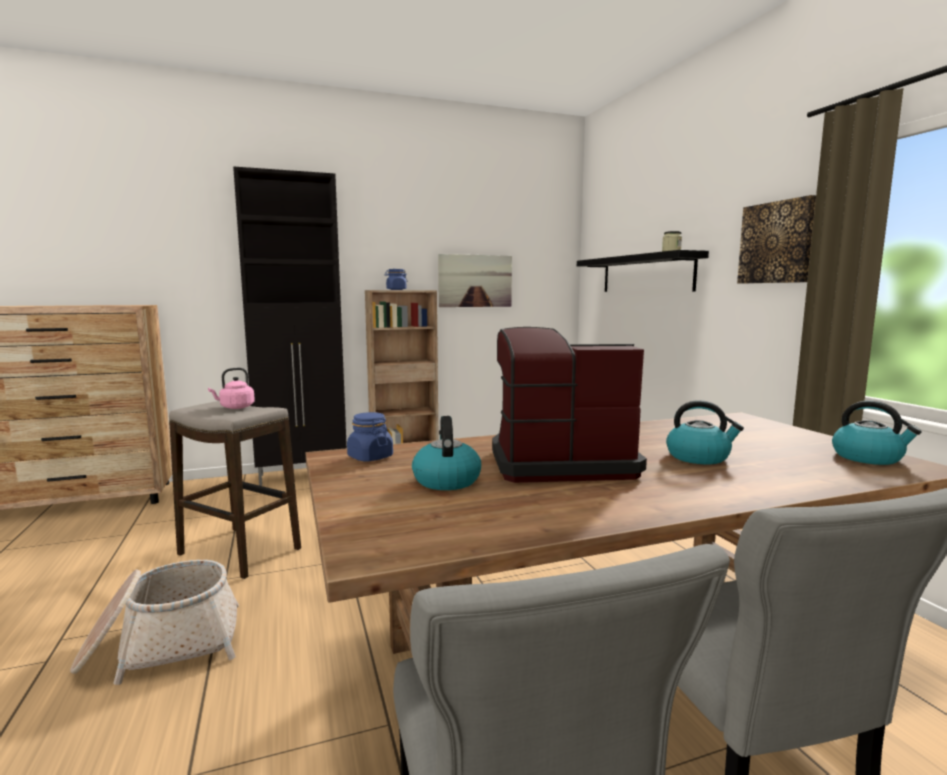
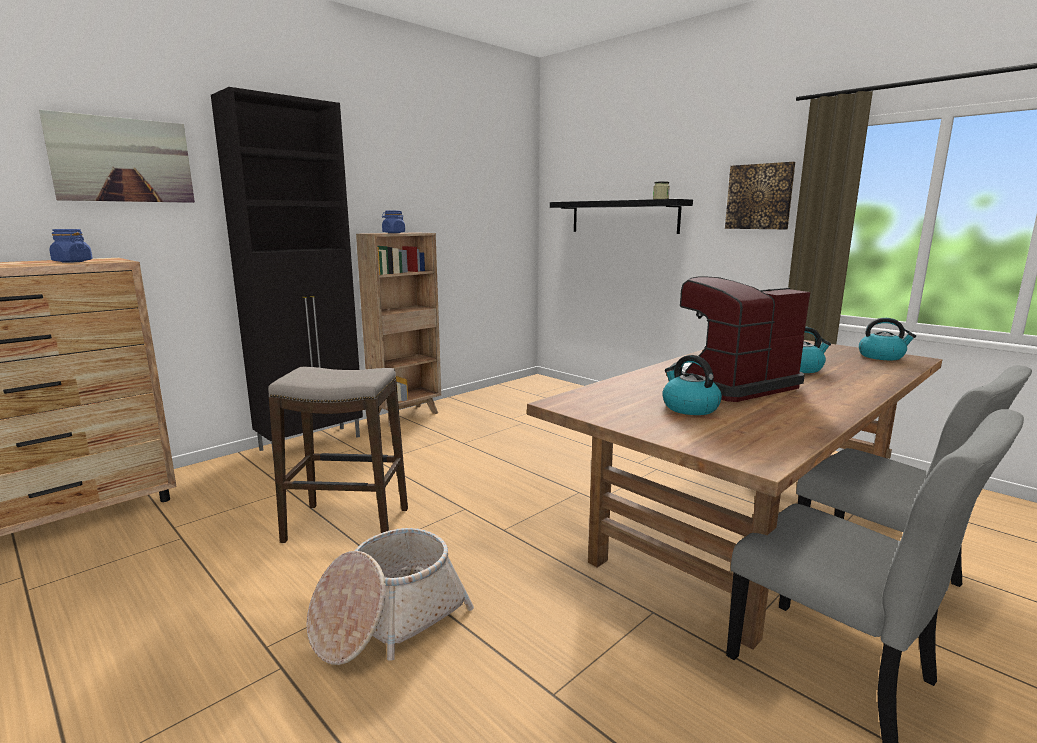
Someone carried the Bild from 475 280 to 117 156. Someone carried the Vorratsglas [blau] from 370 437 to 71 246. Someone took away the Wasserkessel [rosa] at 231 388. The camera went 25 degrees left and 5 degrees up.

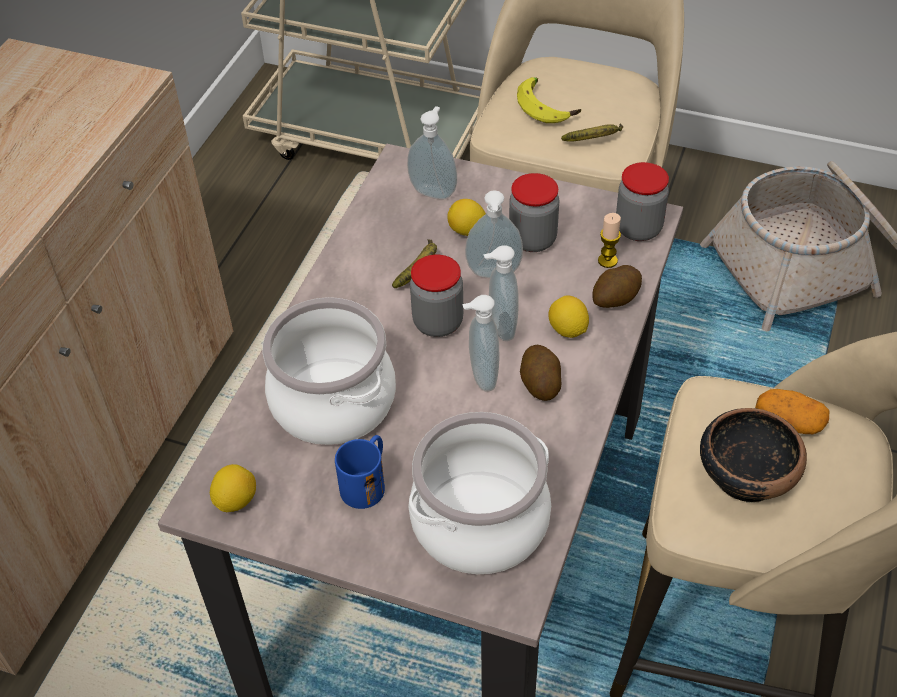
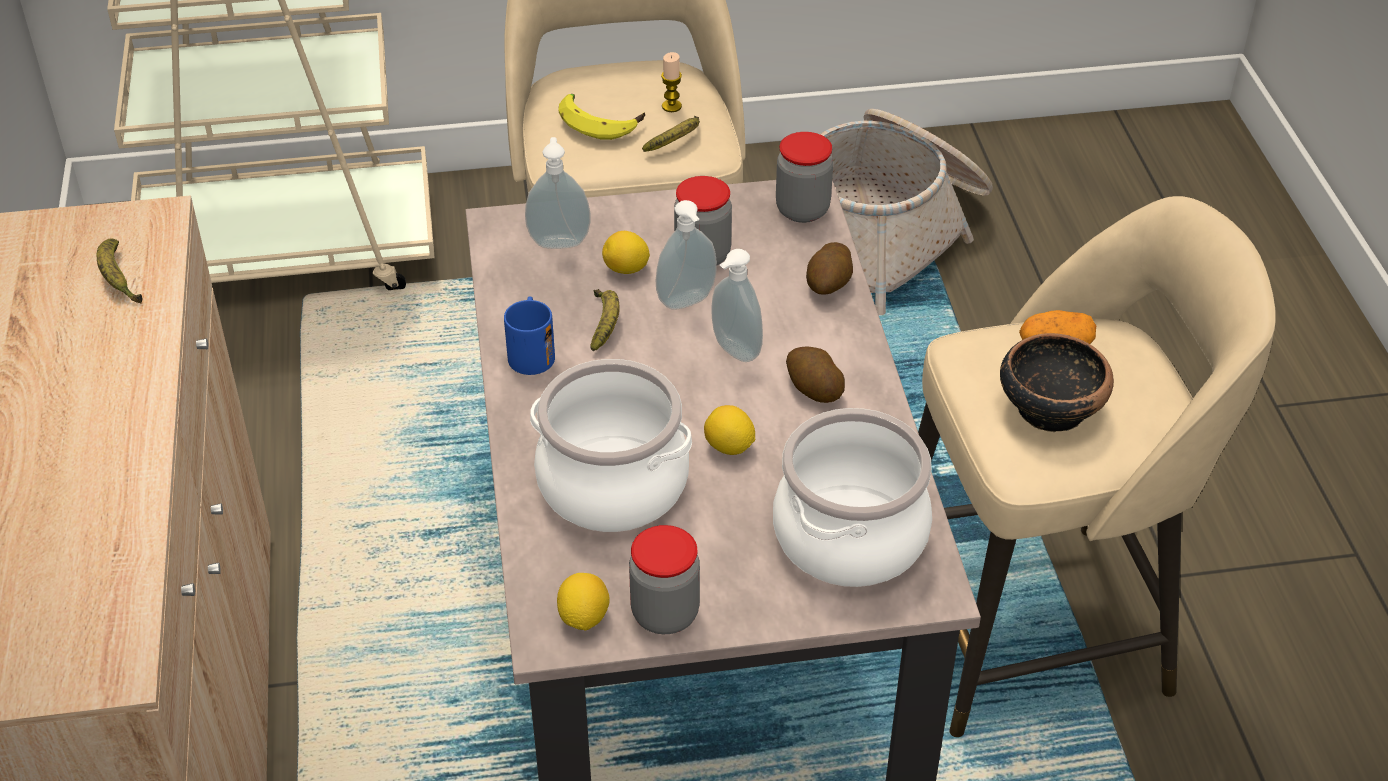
Someone put down the Banane at 120 271. Someone carried the Henkelbecher [blau] from 360 472 to 529 336. Someone carried the Vorratsglas from 437 296 to 664 579. Someone carried the Kerze from 609 240 to 671 82. Someone carried the Zitrone from 568 317 to 729 430. Someone took away the Seifenspender at 480 343. The camera went 30 degrees left and 5 degrees down.

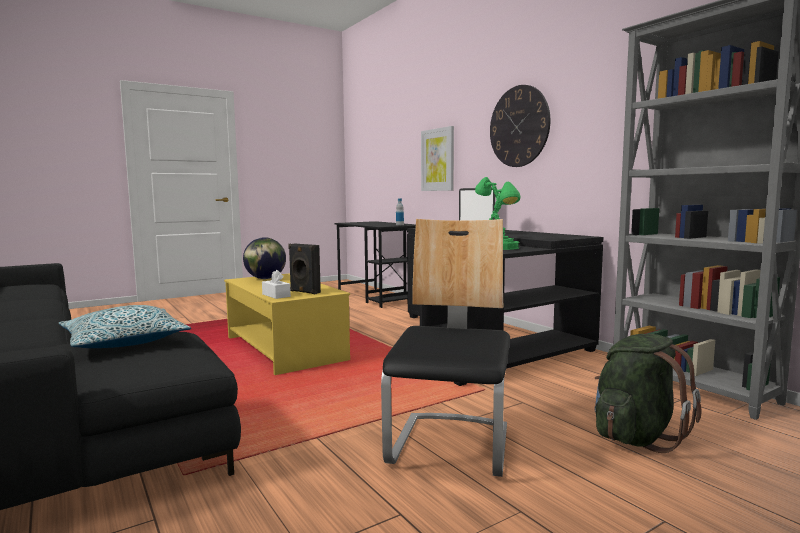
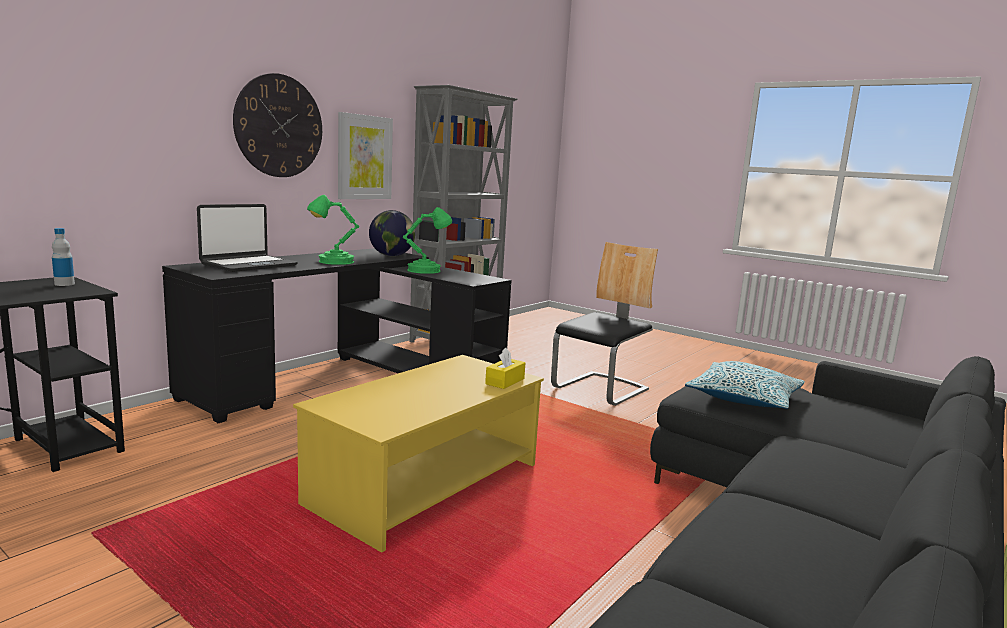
Someone carried the Bild from 437 158 to 365 155. Someone carried the Globus from 264 258 to 392 233. Someone repainted the Taschentuchbox [weiß] at 276 284, which became the Taschentuchbox [gelb] at 505 368. Someone rotated the Stuhl at 445 348 by 135 degrees clockwise. Someone took away the Lautsprecher [schwarz] at 304 269. Someone took away the Rucksack [grün] at 648 393. The camera went 110 degrees left and 5 degrees up.

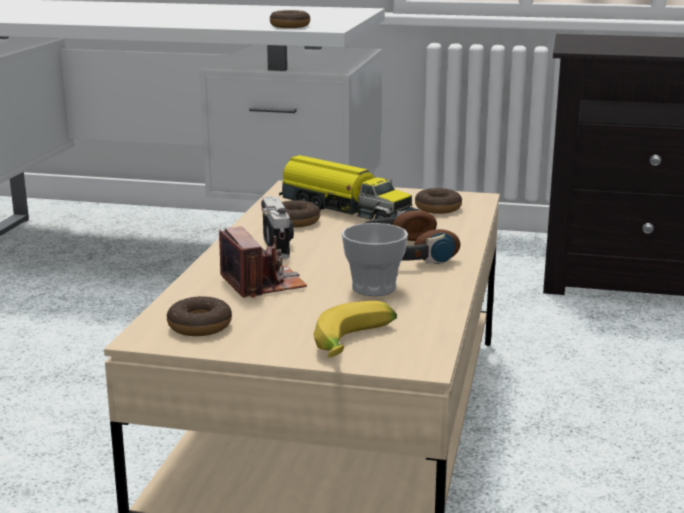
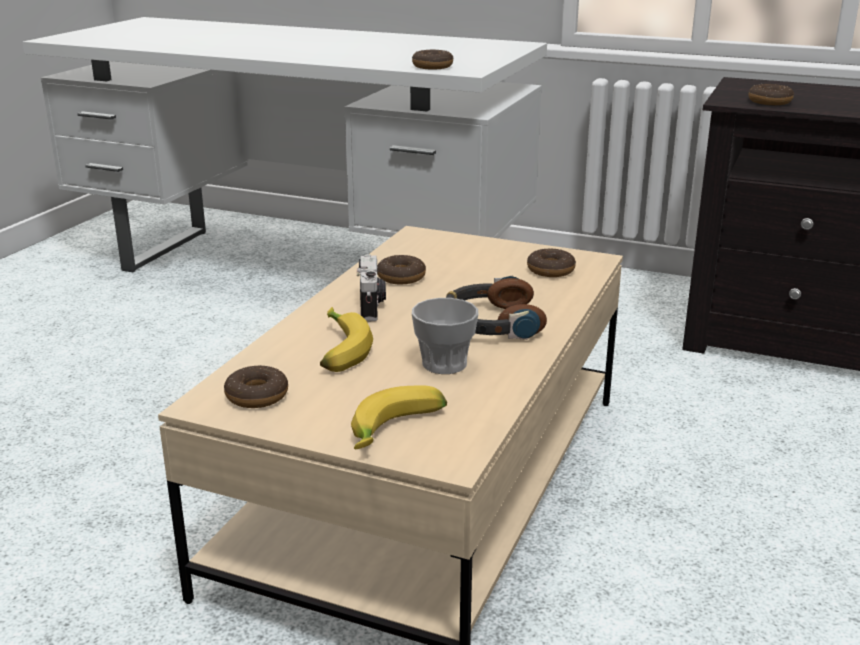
Someone swapped the Kamera at 263 262 for the Banane at 346 339. Someone put down the Donut at 771 94. Someone took away the Spielzeuglaster at 346 187. The camera went 10 degrees right and 5 degrees up.

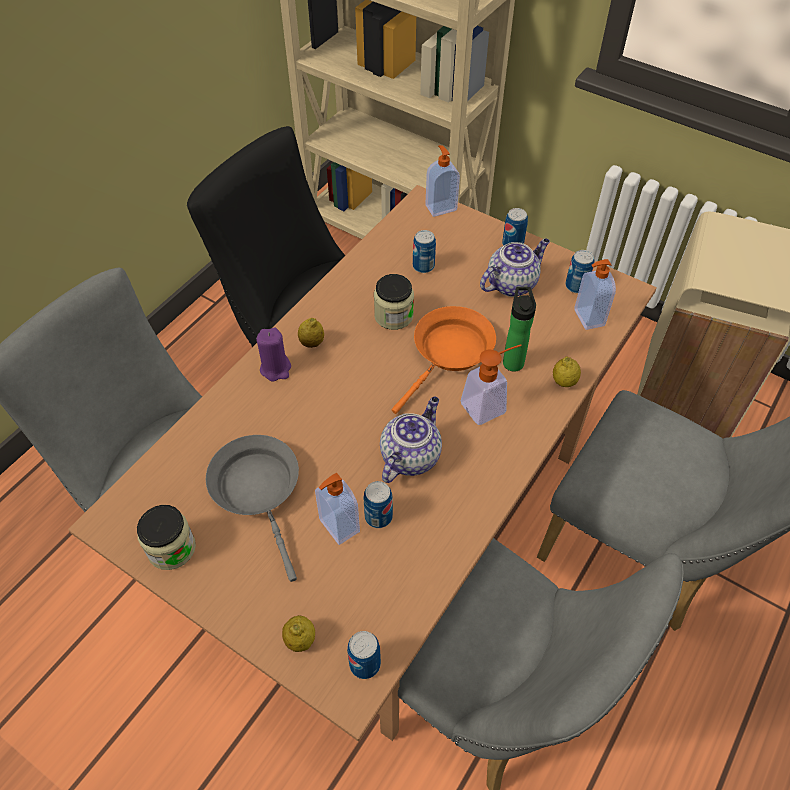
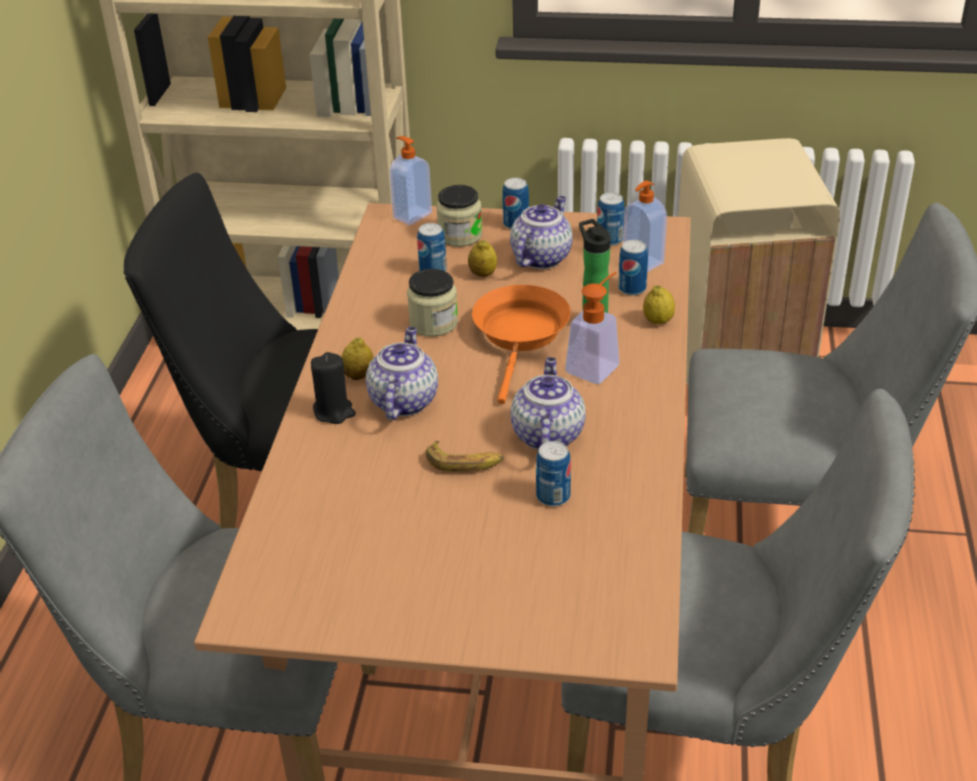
Someone repainted the Kerze [lila] at 274 354, which became the Kerze [schwarz] at 333 388. Someone put down the Teekanne at 402 373. Someone put down the Banane at 465 456. Someone carried the Vorratsglas from 166 537 to 459 216. Someone carried the Zitrone from 298 633 to 482 258. Someone carried the Dose from 364 655 to 633 268. Someone took away the Pfanne [grau] at 252 508. Someone took away the Seifenspender at 337 509. The camera went 25 degrees left and 15 degrees down.

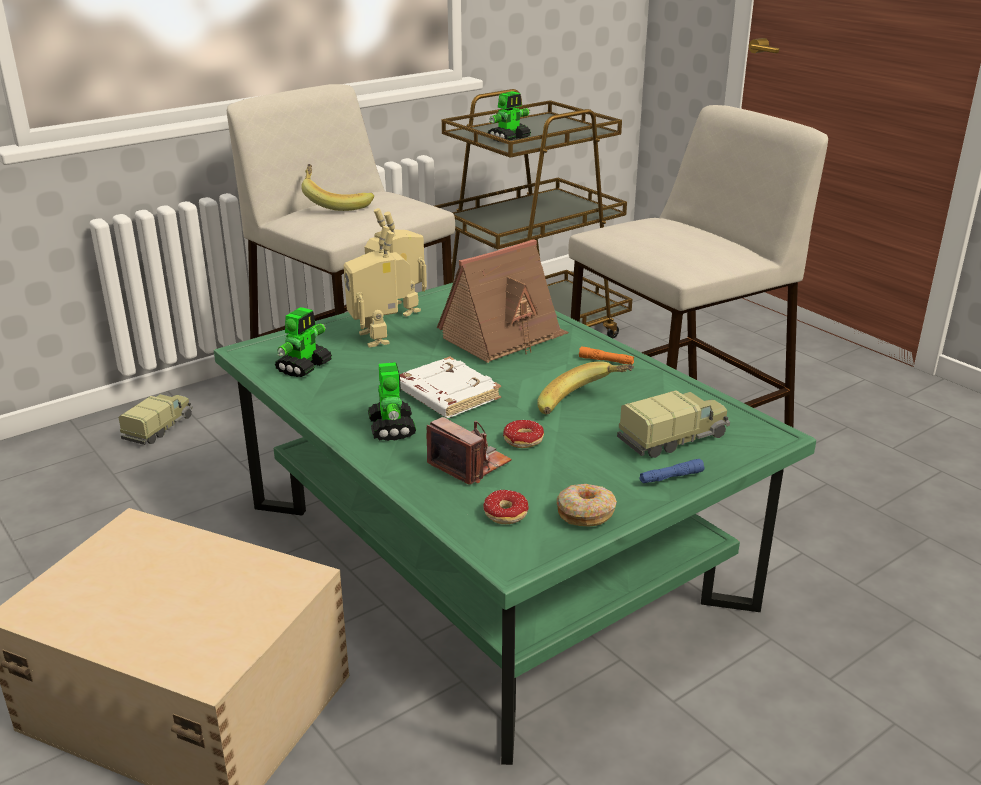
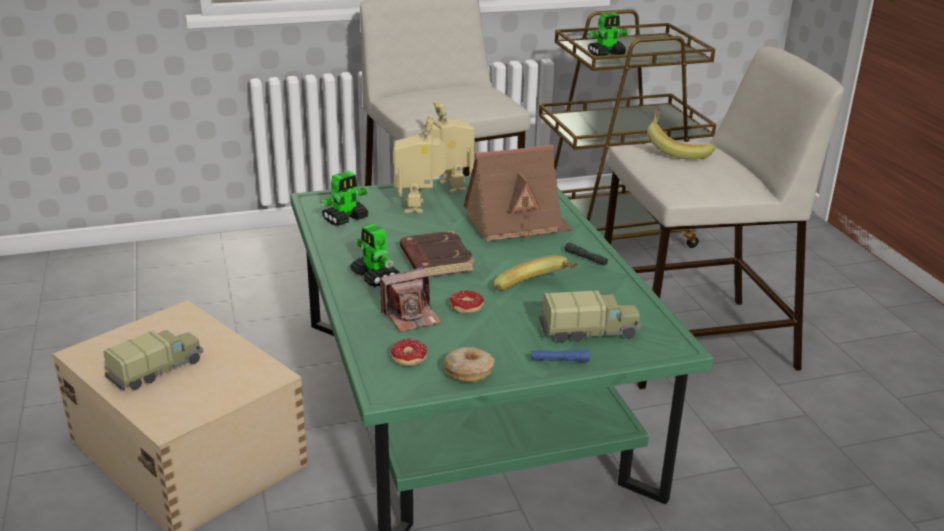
Someone carried the Spielzeuglaster from 155 419 to 153 360. Someone rotated the Spielzeugroboter at 392 401 by 135 degrees clockwise. Someone rotated the Kamera at 469 451 by 90 degrees clockwise. Someone repainted the Buch [weiß] at 450 387, which became the Buch [braun] at 437 254. Someone repainted the Taschenlampe [orange] at 606 355, which became the Taschenlampe [schwarz] at 586 254. Someone carried the Banane from 337 187 to 681 134. The camera went 20 degrees right and 0 degrees up.

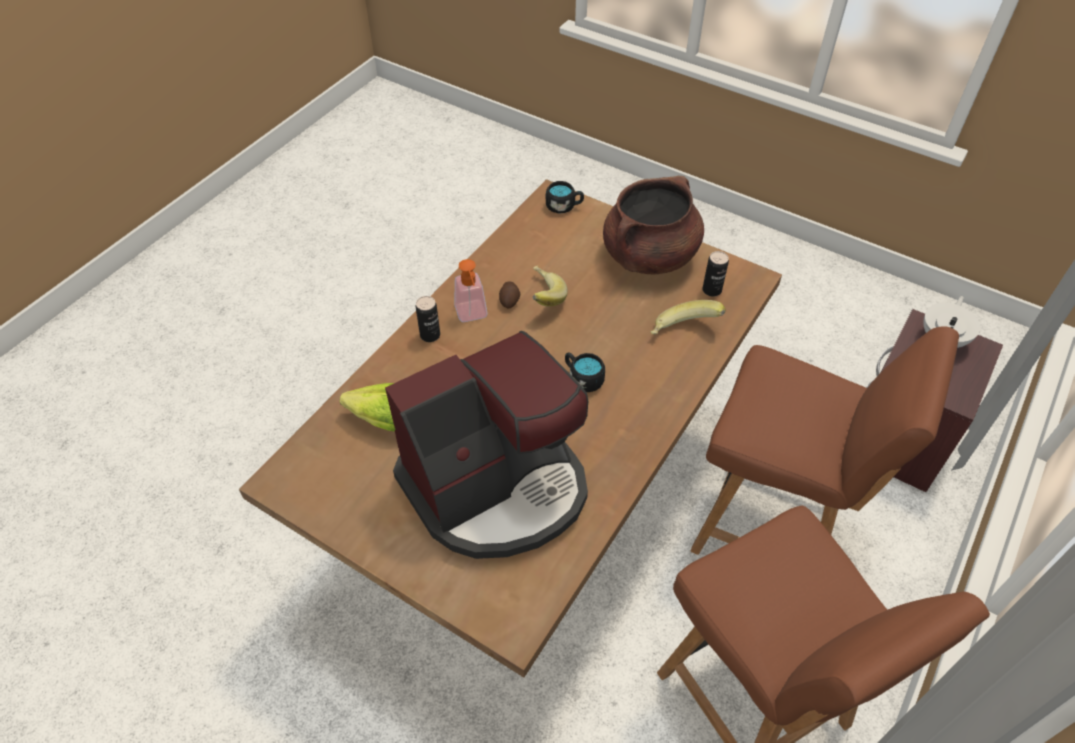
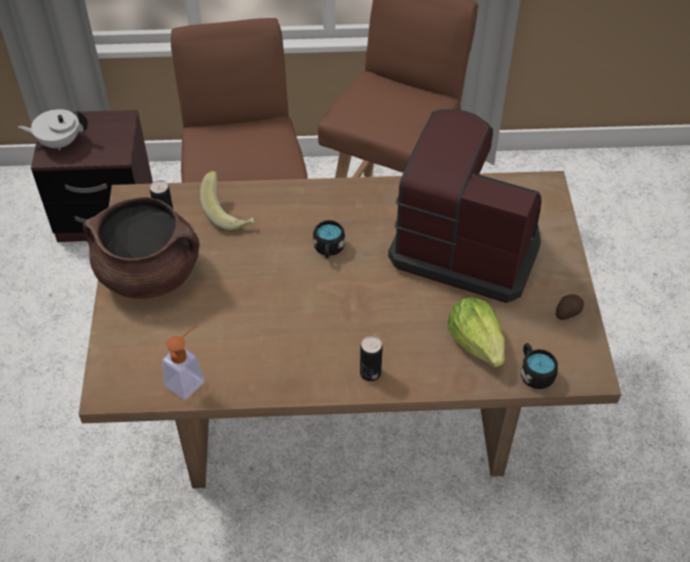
Someone carried the Seifenspender from 470 290 to 183 361. Someone carried the Henkelbecher [schwarz] from 565 197 to 539 366. Someone carried the Kartoffel from 509 295 to 570 307. Someone took away the Banane at 550 286. The camera went 125 degrees left and 0 degrees up.

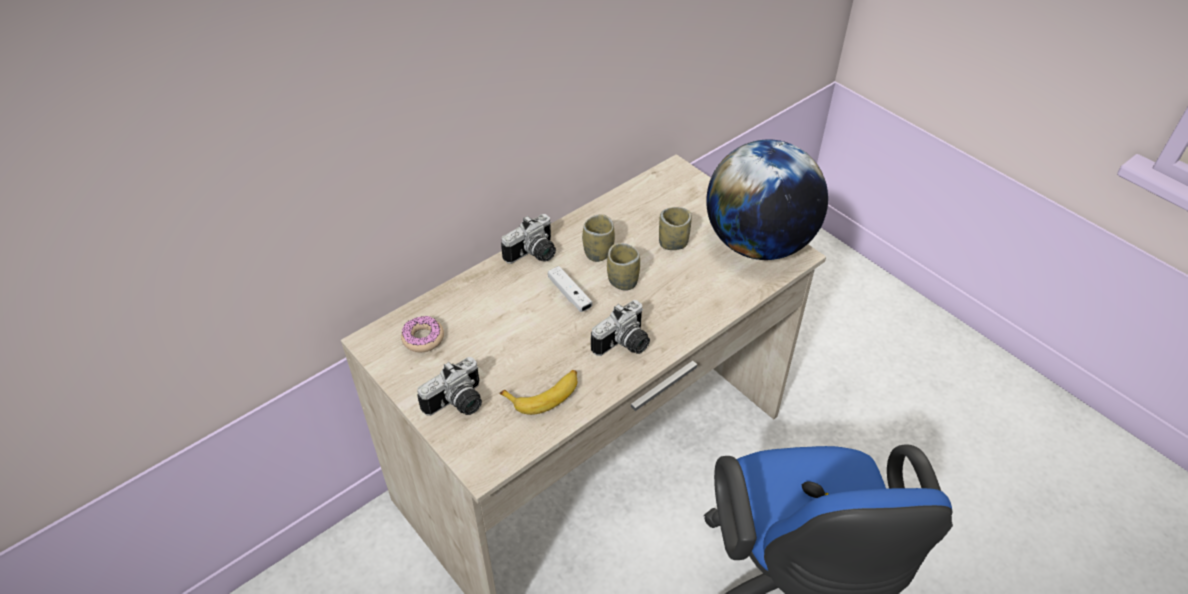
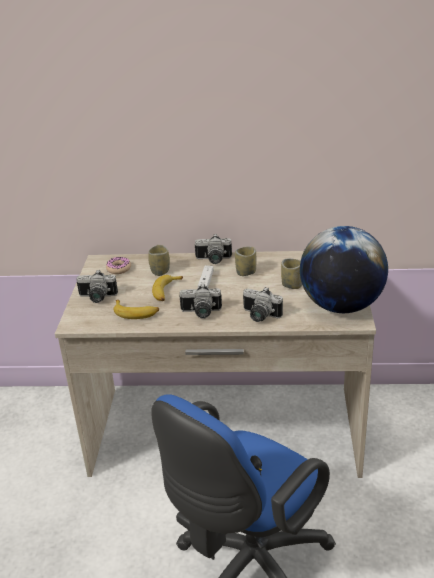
Someone carried the Tasse from 623 267 to 159 260. Someone put down the Banane at 167 288. Someone put down the Kamera at 263 304. The camera went 45 degrees right and 15 degrees down.

